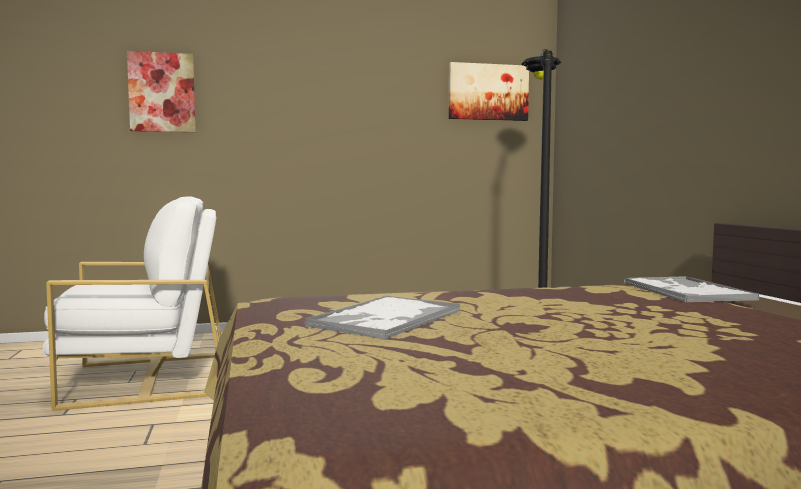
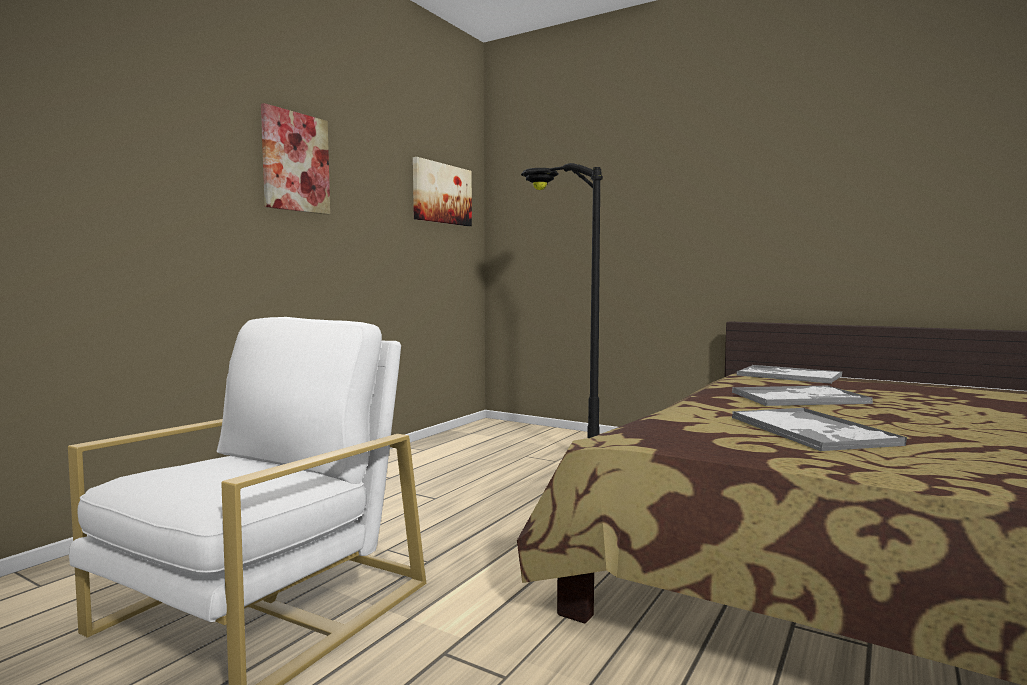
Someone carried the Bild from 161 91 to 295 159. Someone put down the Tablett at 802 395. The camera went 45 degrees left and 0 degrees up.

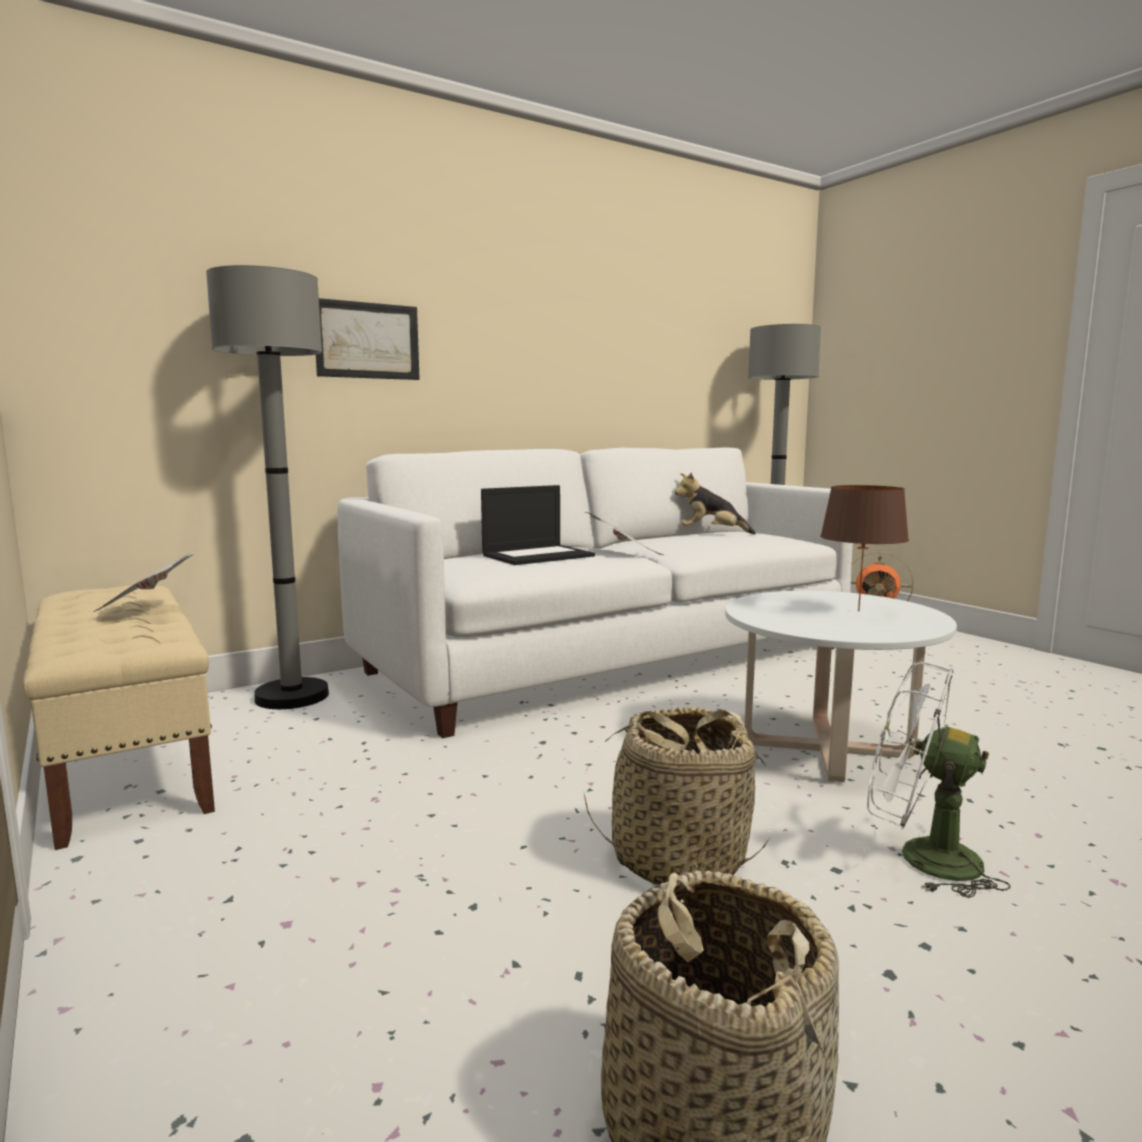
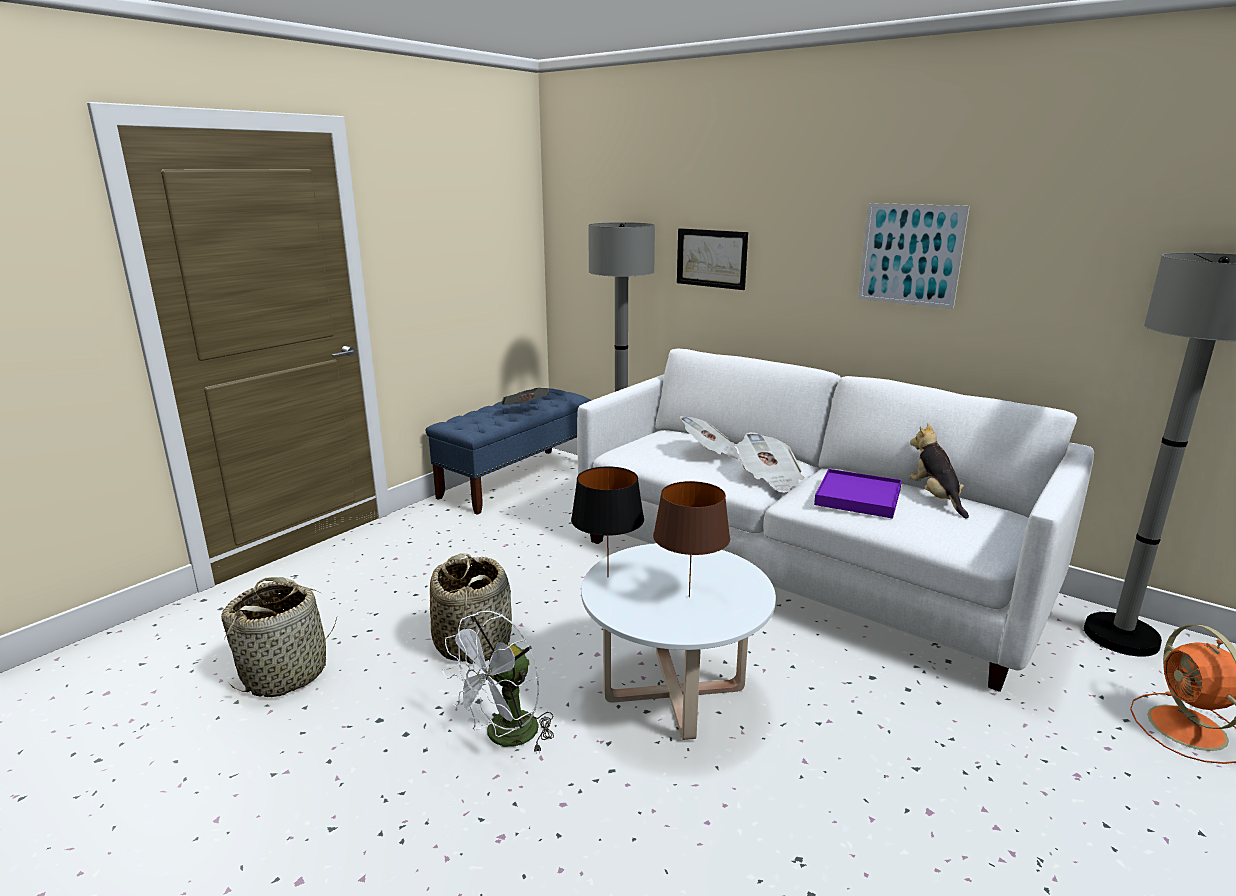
Someone repainted the Bank [beige] at 119 717, which became the Bank [blau] at 508 451. Someone rotated the Ventilator [weiß] at 938 780 by 150 degrees counterclockwise. Someone put down the Tischlampe [schwarz] at 607 521. Someone swapped the Laptop at 538 525 for the Zeitung at 710 438. Someone put down the Tablett [lila] at 858 494. Someone put up the Bild at 914 256. The camera went 70 degrees right and 10 degrees up.

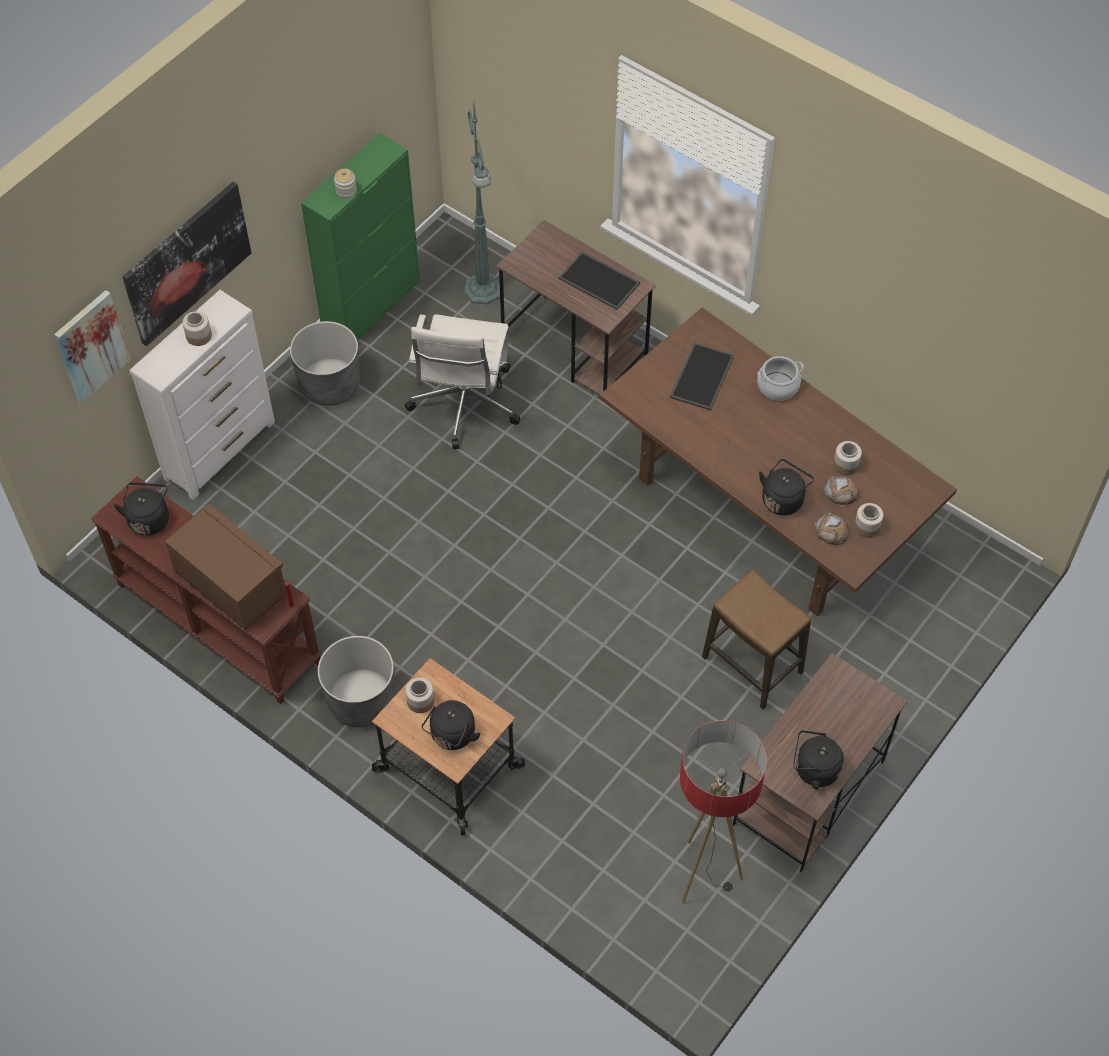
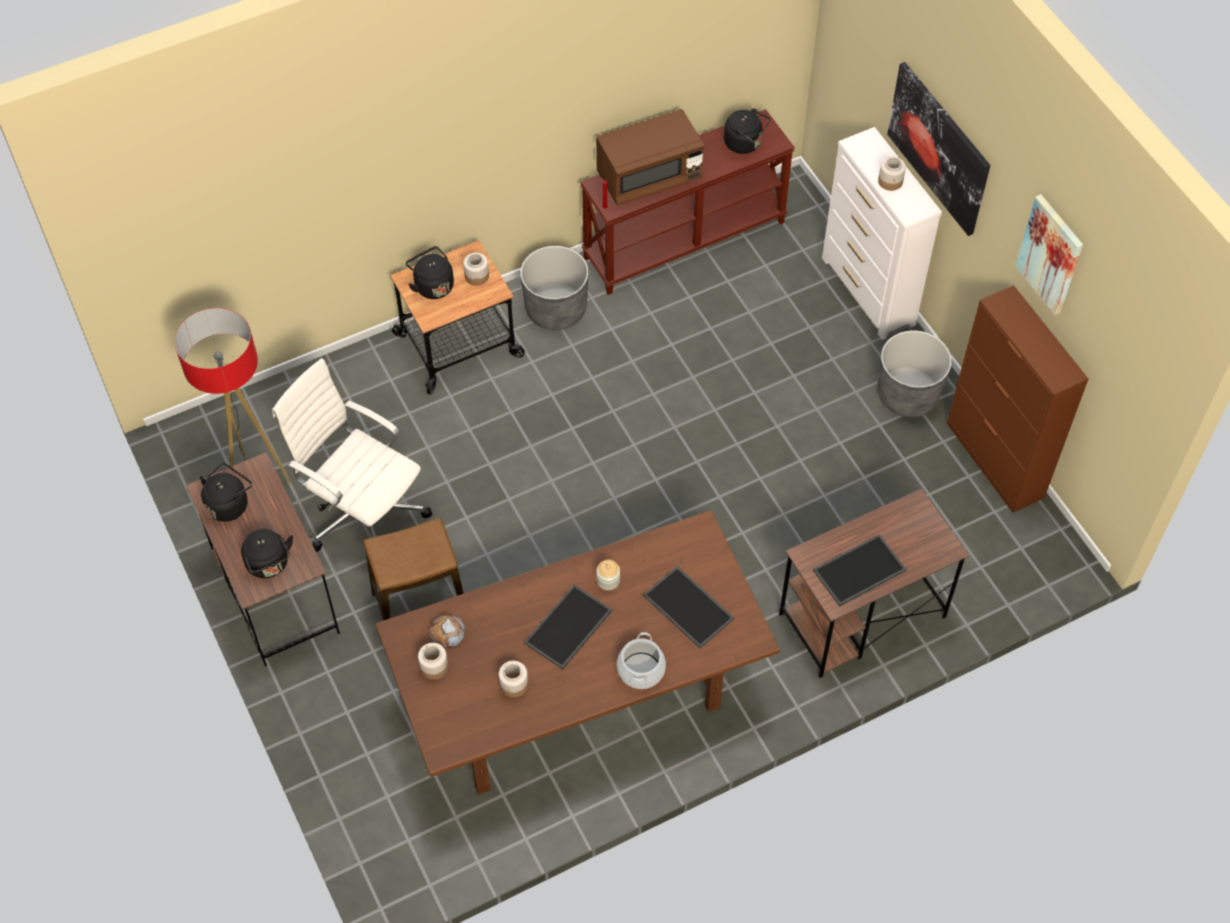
Someone carried the Wasserkessel [schwarz] from 786 487 to 267 553. Someone carried the Bürostuhl [weiß] from 462 381 to 352 455. Someone put down the Tablett at 568 626. Someone carried the Vorratsglas from 345 183 to 608 575. Someone repainted the Schrank [grün] at 360 237, which became the Schrank [braun] at 1017 399. Someone carried the Bild from 92 346 to 1049 254. Someone took away the Stehlampe [grün] at 482 204. Someone took away the Brot at 841 491. The camera went 115 degrees right and 0 degrees up.

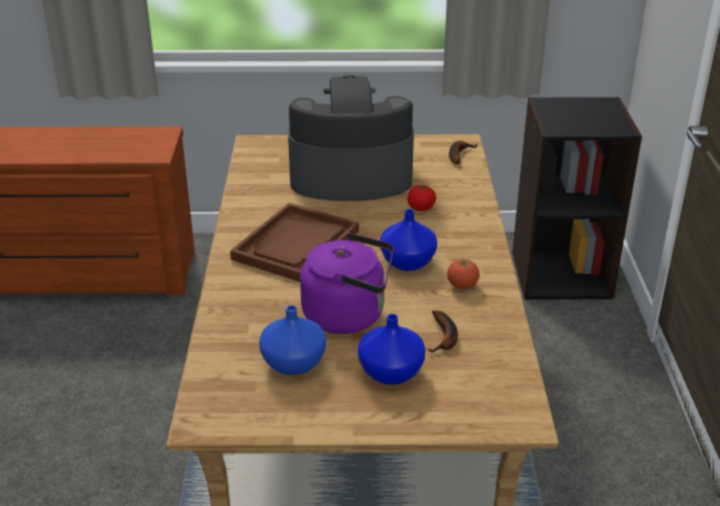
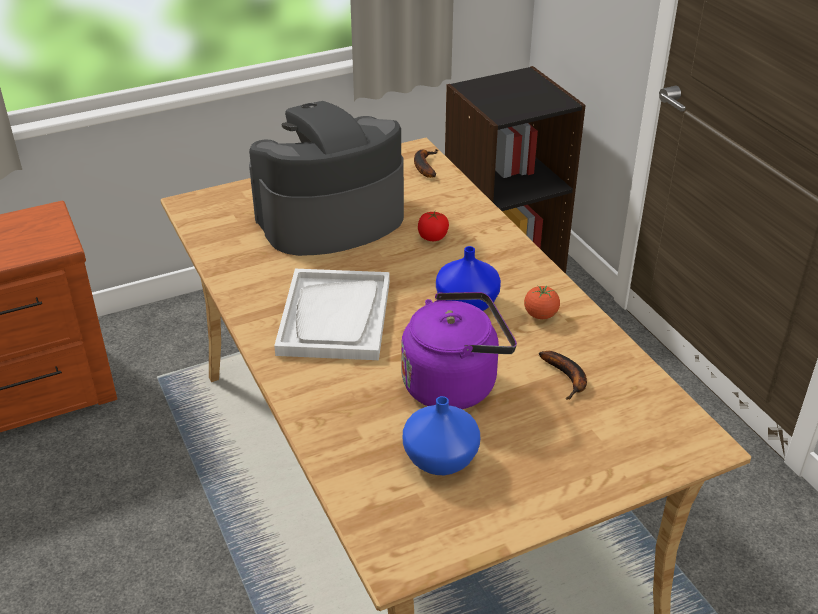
Someone repainted the Tablett [braun] at 294 242, which became the Tablett [weiß] at 332 314. Someone took away the Vase [blau] at 392 349. The camera went 25 degrees left and 5 degrees up.

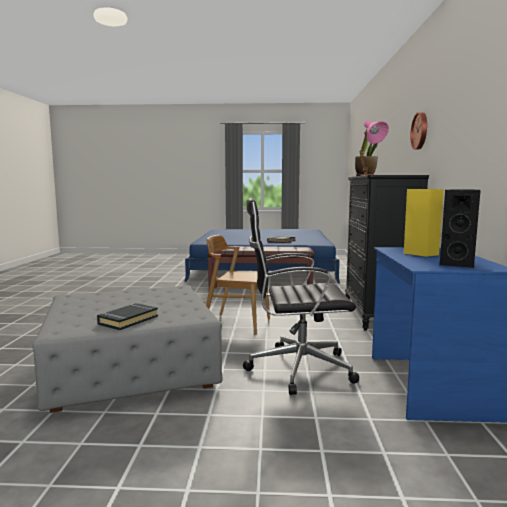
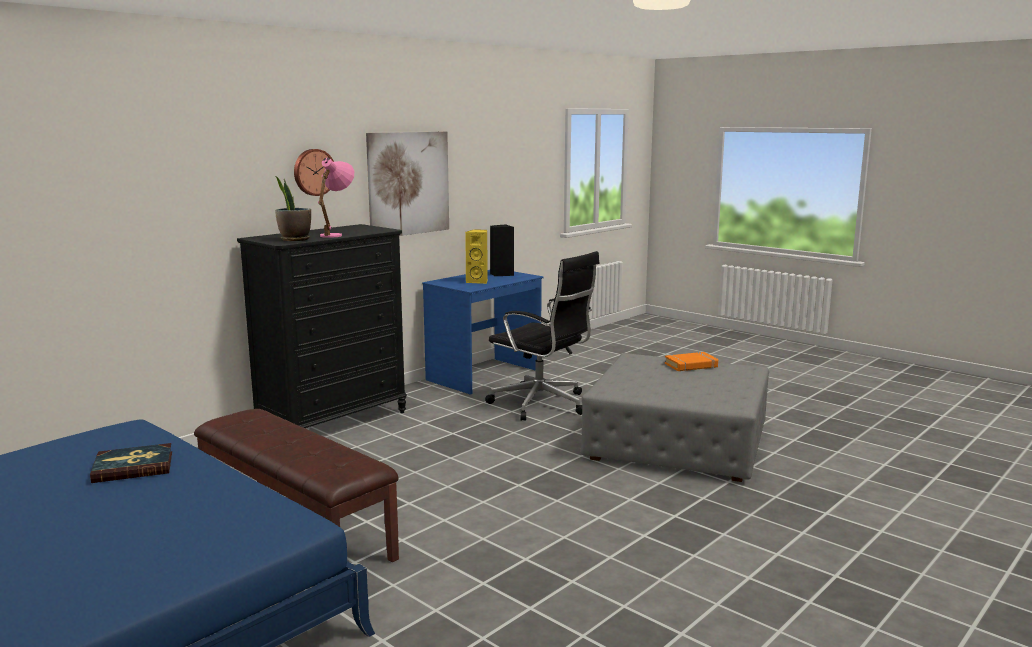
Someone put up the Bild at 407 184. Someone repainted the Buch [schwarz] at 127 316, which became the Buch [orange] at 691 361. Someone took away the Stuhl [braun] at 238 285. The camera went 140 degrees left and 5 degrees up.

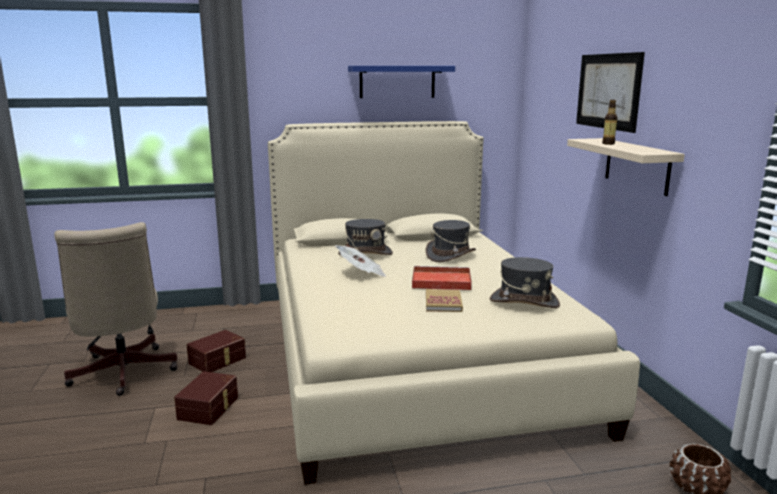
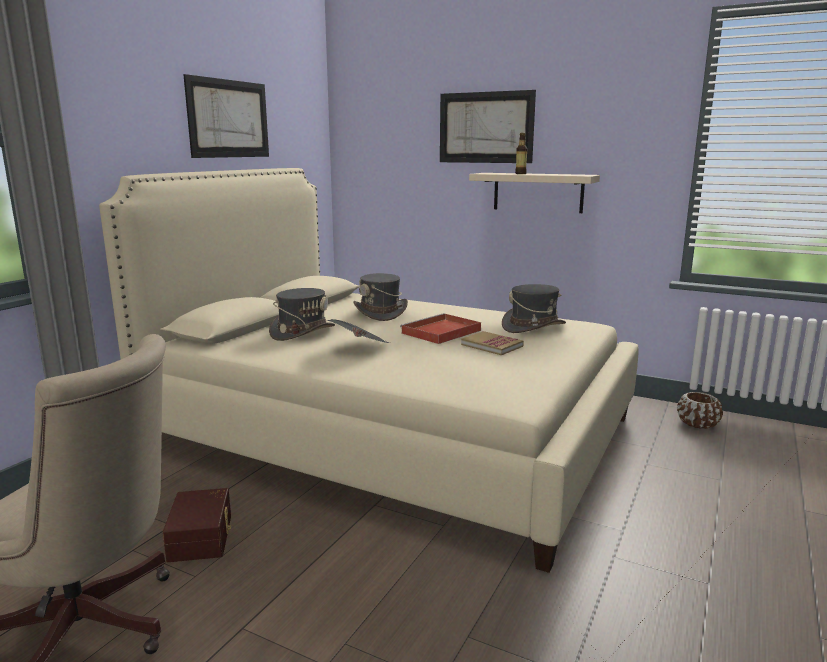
Someone swapped the Wandregal [blau] at 401 82 for the Bild at 226 116. Someone took away the Aufbewahrungsbox [braun] at 206 398. The camera went 50 degrees left and 0 degrees up.

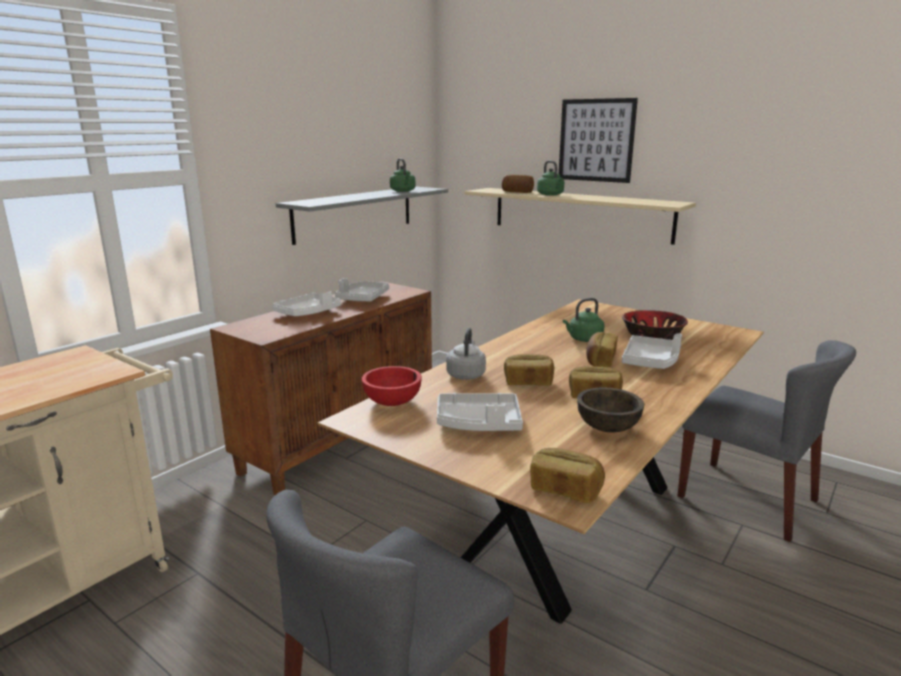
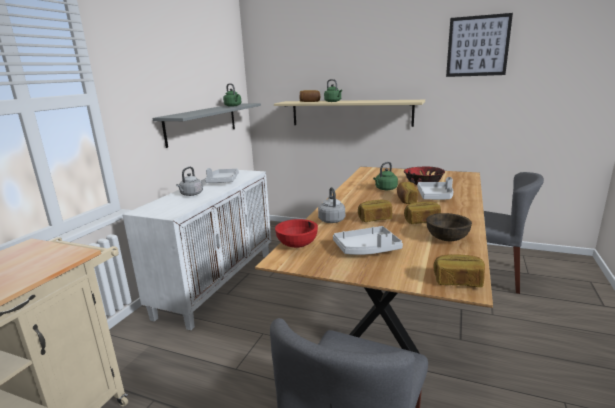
Someone repainted the Schrank [braun] at 321 388, which became the Schrank [weiß] at 196 250. Someone swapped the Tablett [weiß] at 306 303 for the Wasserkessel [grau] at 189 181. Someone carried the Bild from 598 140 to 479 45. The camera went 15 degrees left and 0 degrees up.

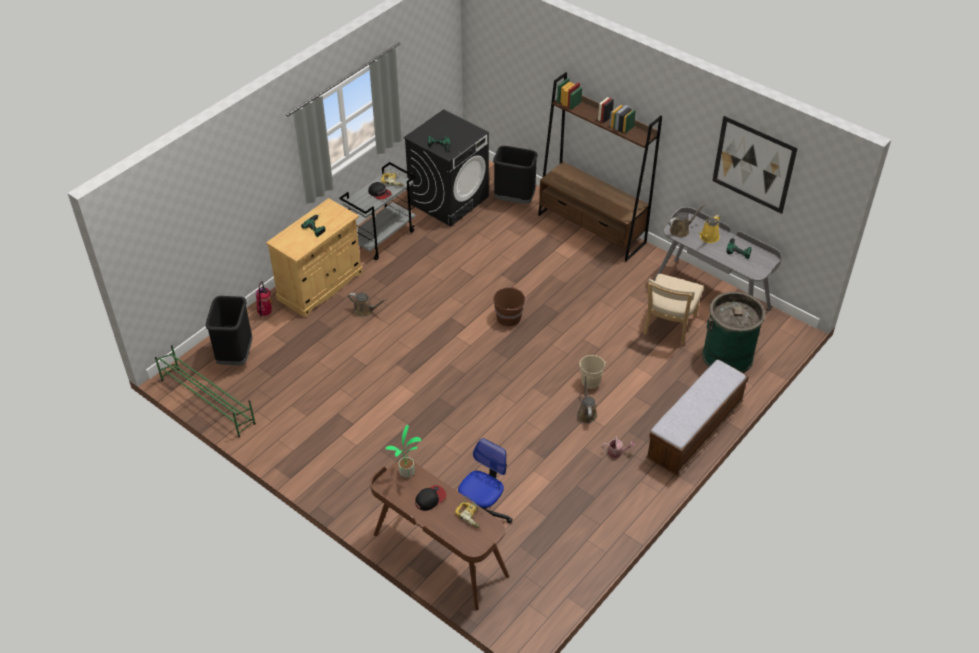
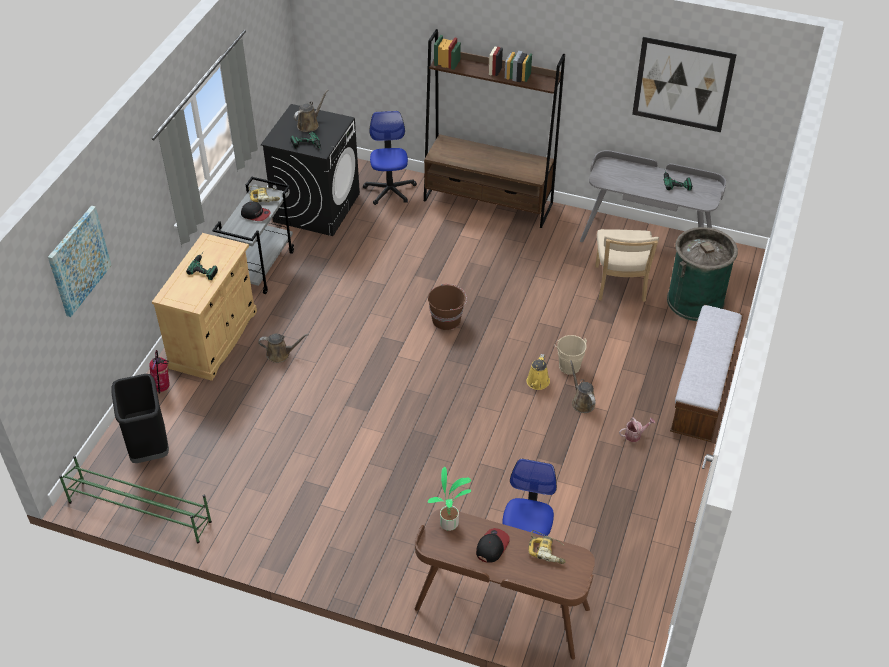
Someone put up the Bild at 80 261. Someone carried the Gießkanne [braun] from 687 220 to 311 111. Someone swapped the Mülleimer [schwarz] at 515 175 for the Bürostuhl at 390 158. Someone carried the Gießkanne [gelb] from 709 229 to 538 372. The camera went 20 degrees left and 0 degrees up.

